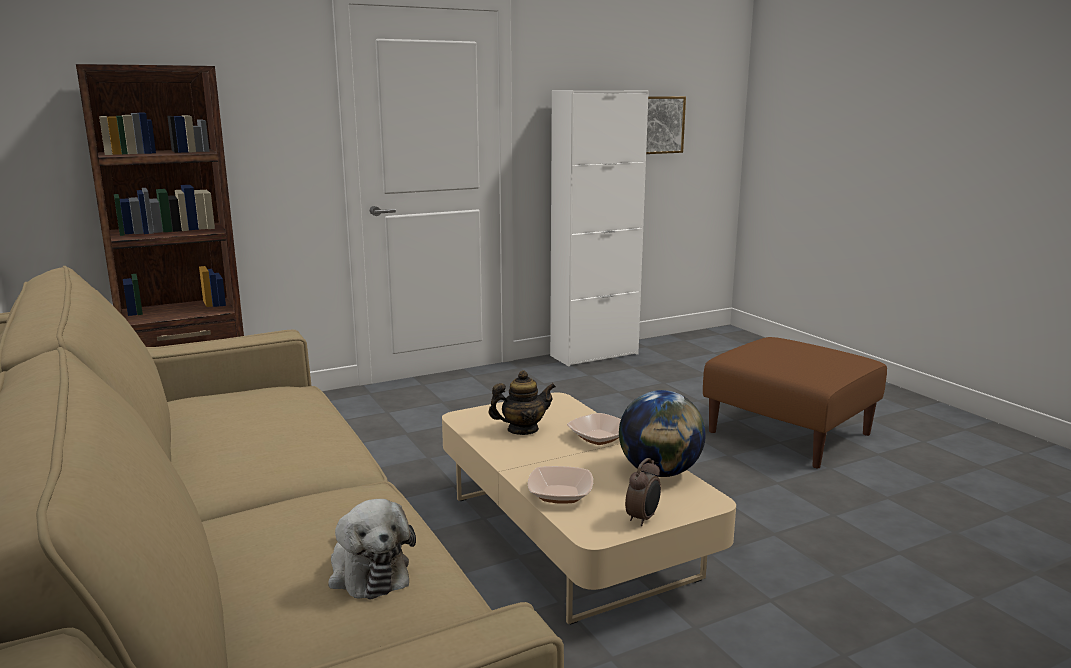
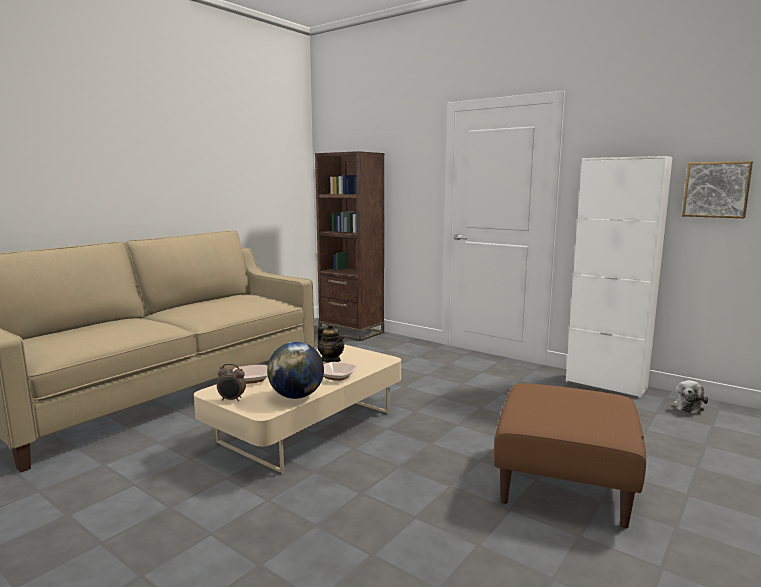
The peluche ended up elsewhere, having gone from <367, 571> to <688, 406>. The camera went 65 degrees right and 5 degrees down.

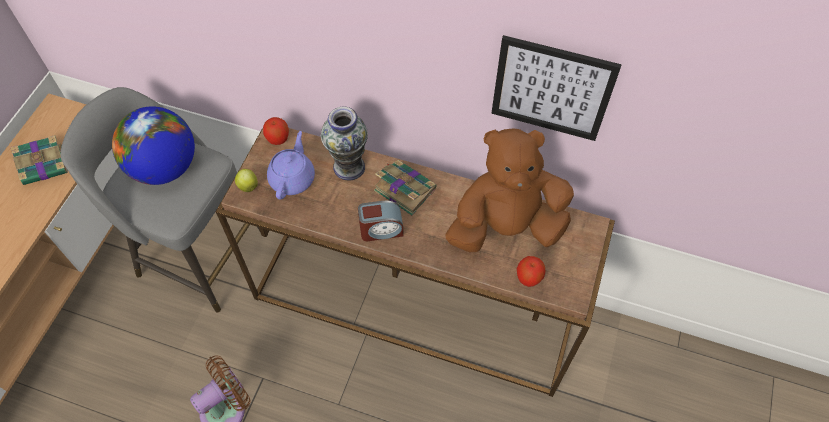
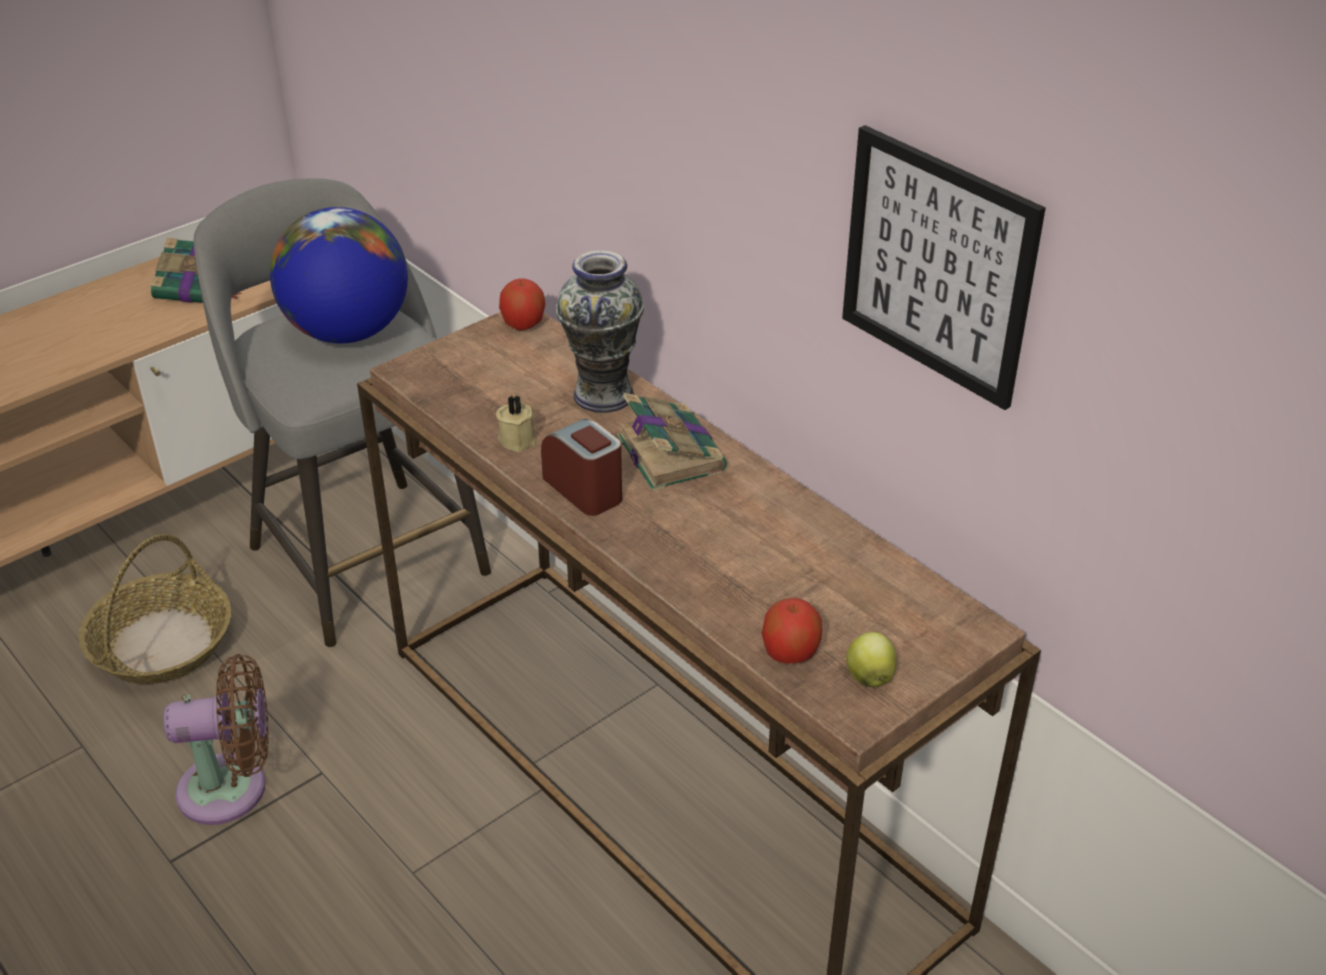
The second view gained the cesta at <162, 643>. The second view gained the vela/beis at <518, 439>. The despertador at <381, 229> ended up facing another way, 150 degrees counterclockwise from before. The manzana ended up elsewhere, having gone from <248, 186> to <869, 676>. The second view lost the tetera/morado at <293, 178>. The second view lost the peluche/marrón at <506, 227>. The camera went 30 degrees right and 20 degrees down.

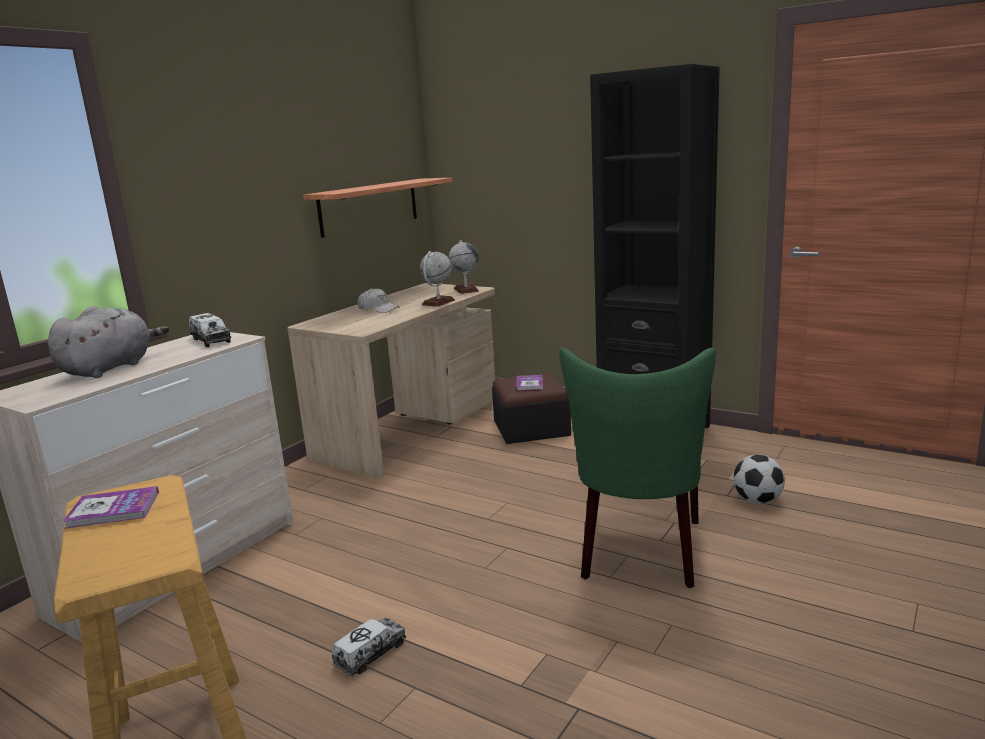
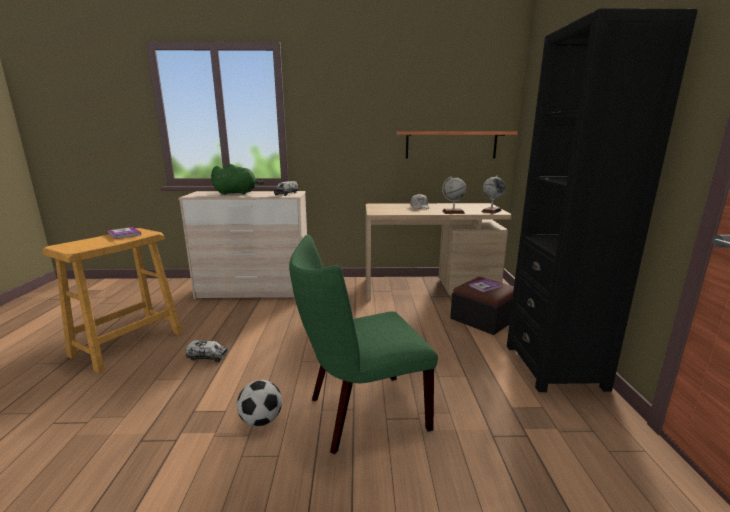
What was the peluche/gris at <110, 368> turned into the peluche/verde at <237, 193>. The balón de fútbol ended up elsewhere, having gone from <757, 500> to <261, 420>. The camera went 55 degrees right and 0 degrees up.

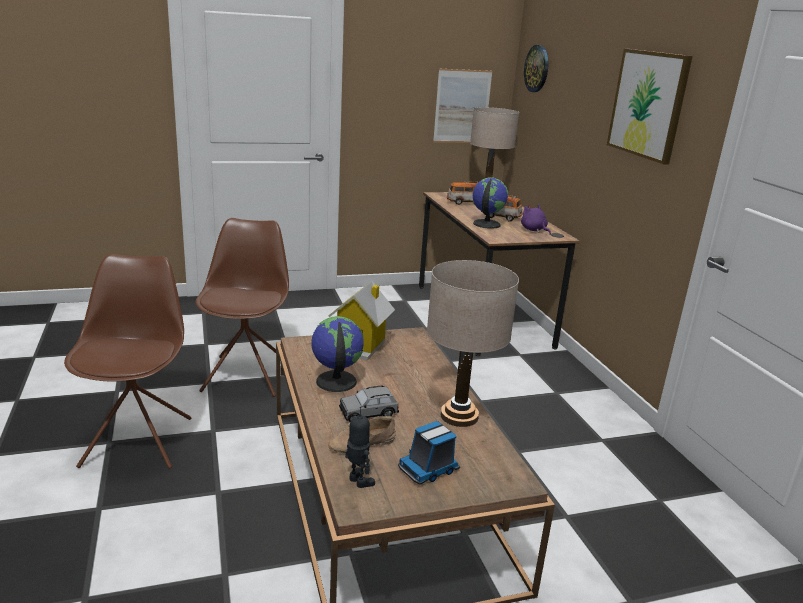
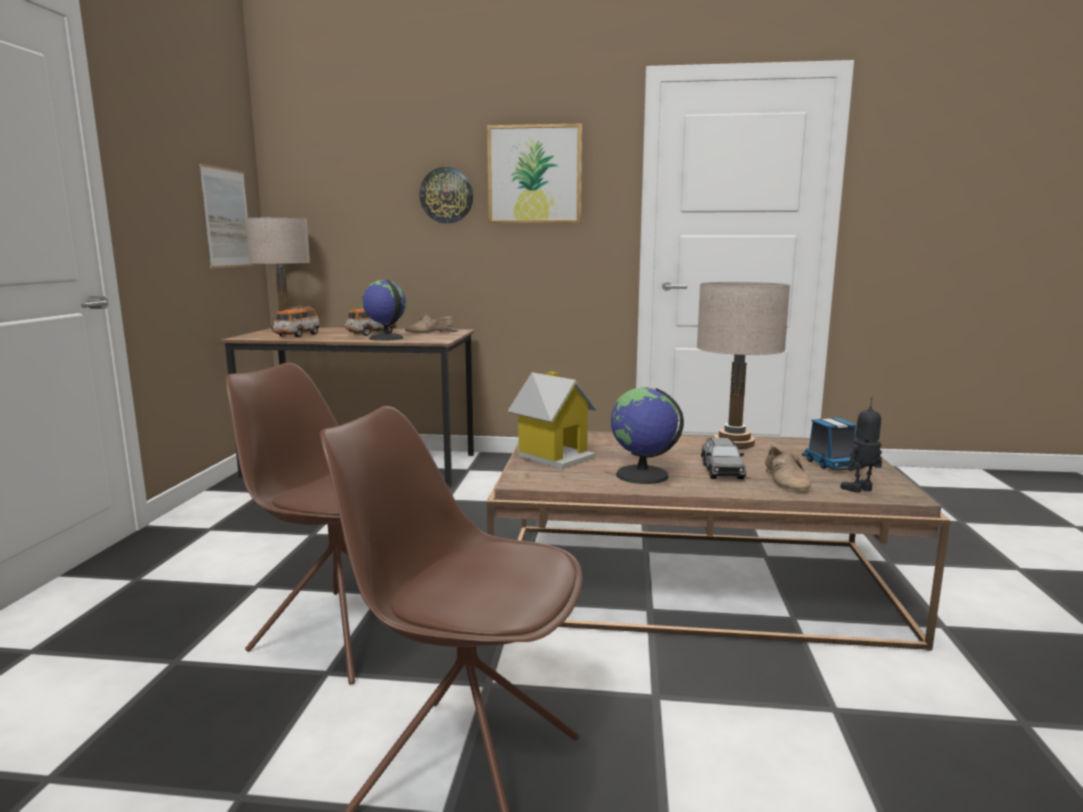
Where the peluche/morado stood at <534, 230>, the zapato/beis came to stand at <429, 332>. The reloj de pared ended up elsewhere, having gone from <537, 68> to <446, 195>. The camera went 65 degrees left and 10 degrees down.

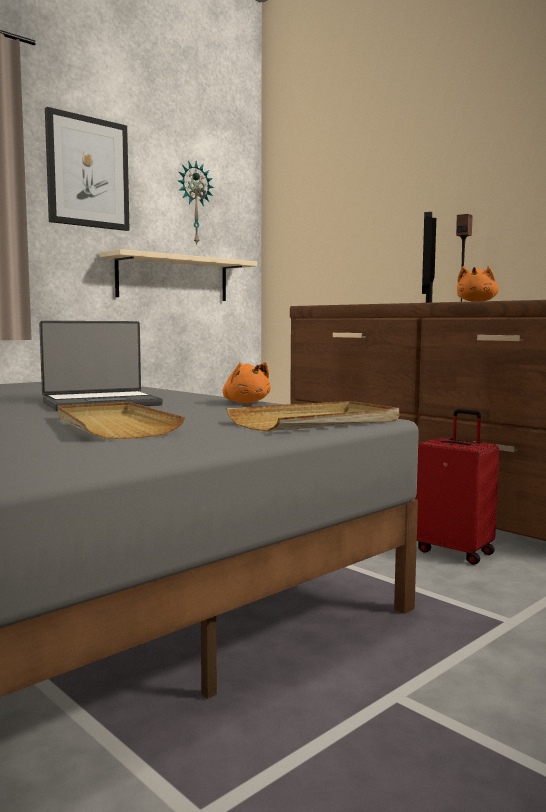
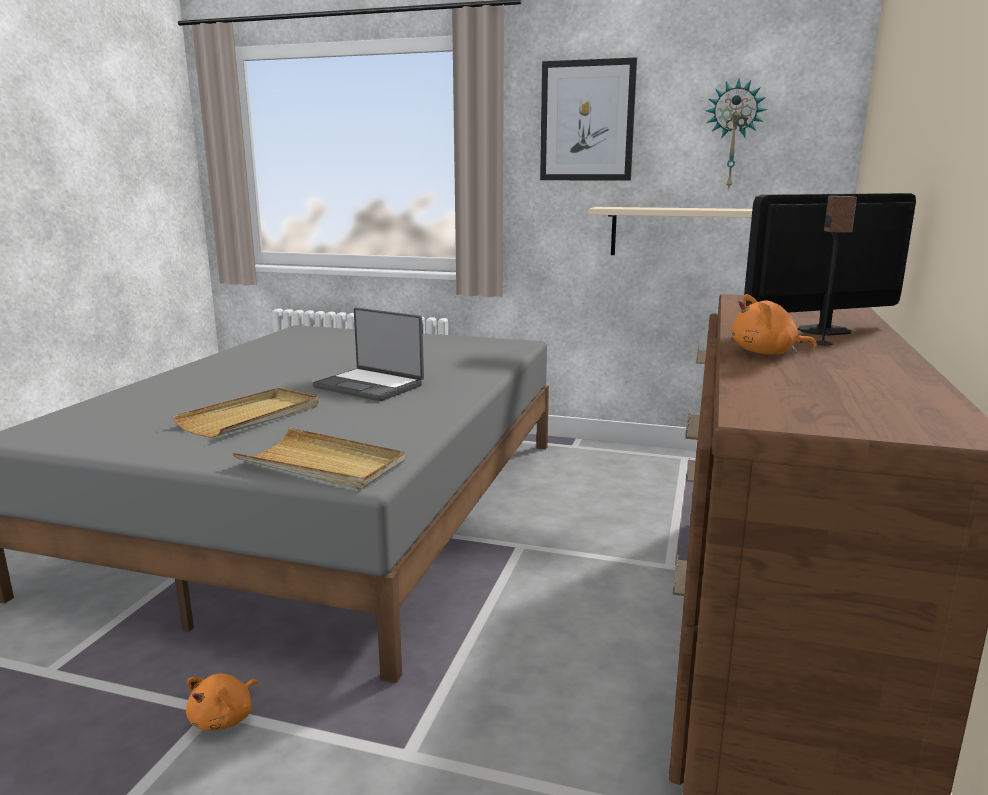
The peluche/naranja ended up elsewhere, having gone from <245, 402> to <225, 718>. The second view lost the maleta/rojo at <455, 551>. The camera went 60 degrees right and 10 degrees up.

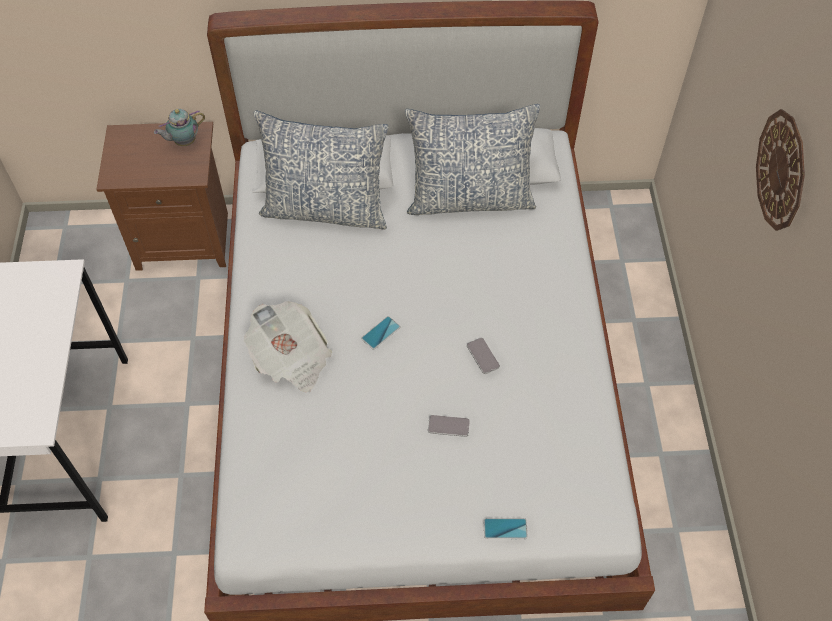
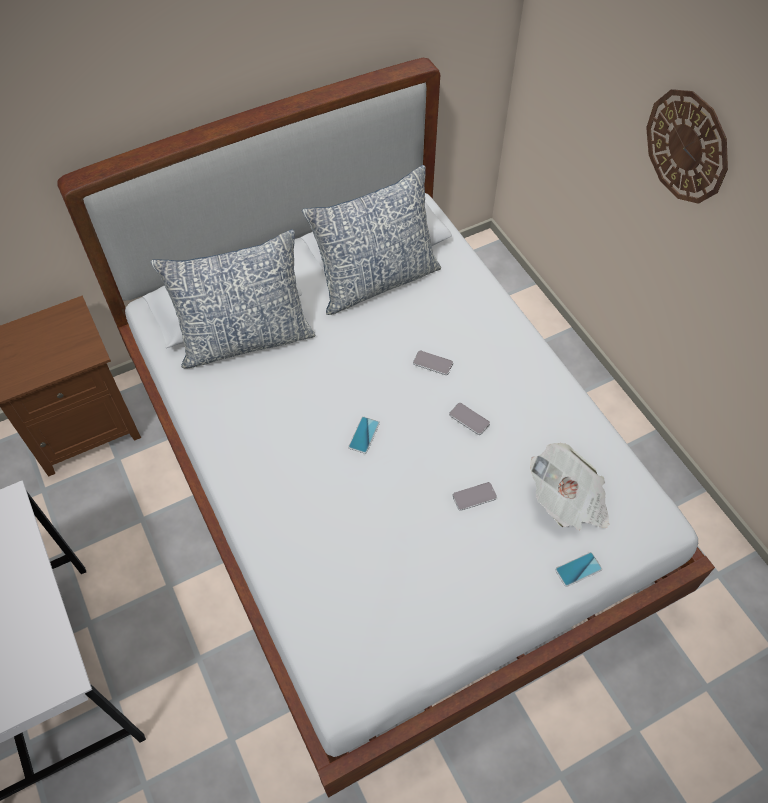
The second view gained the móvil at <433, 363>. The periódico ended up elsewhere, having gone from <291, 358> to <568, 500>. The second view lost the tetera at <183, 142>. The camera went 25 degrees left and 0 degrees up.

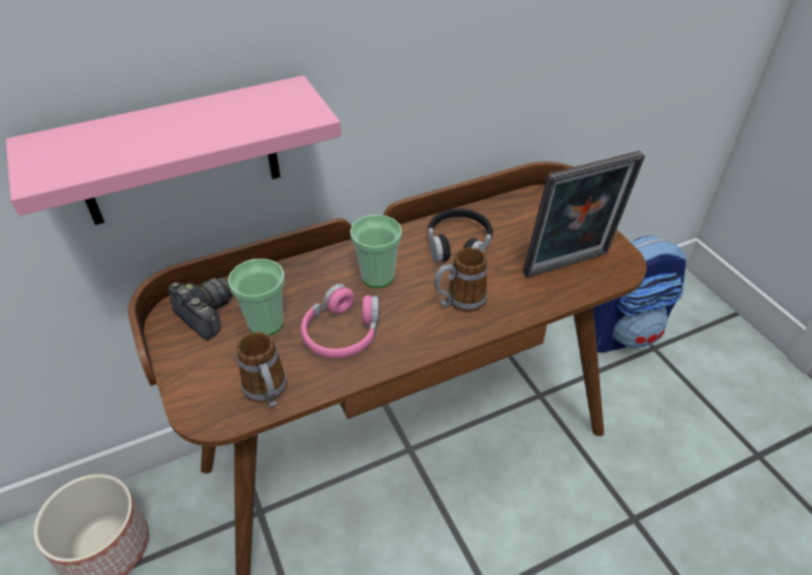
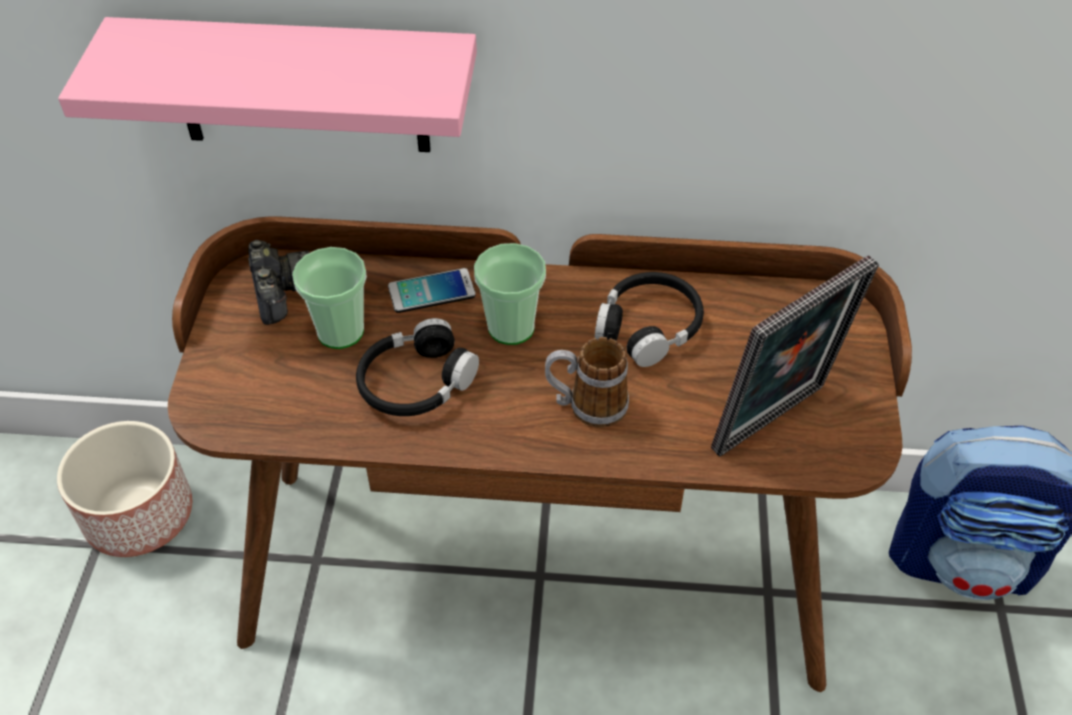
What was the auriculares/rosa at <342, 332> turned into the auriculares/negro at <416, 383>. The second view gained the móvil at <431, 291>. The portarretratos at <568, 267> ended up facing another way, 45 degrees counterclockwise from before. The second view lost the taza grande at <268, 393>. The camera went 30 degrees right and 5 degrees up.

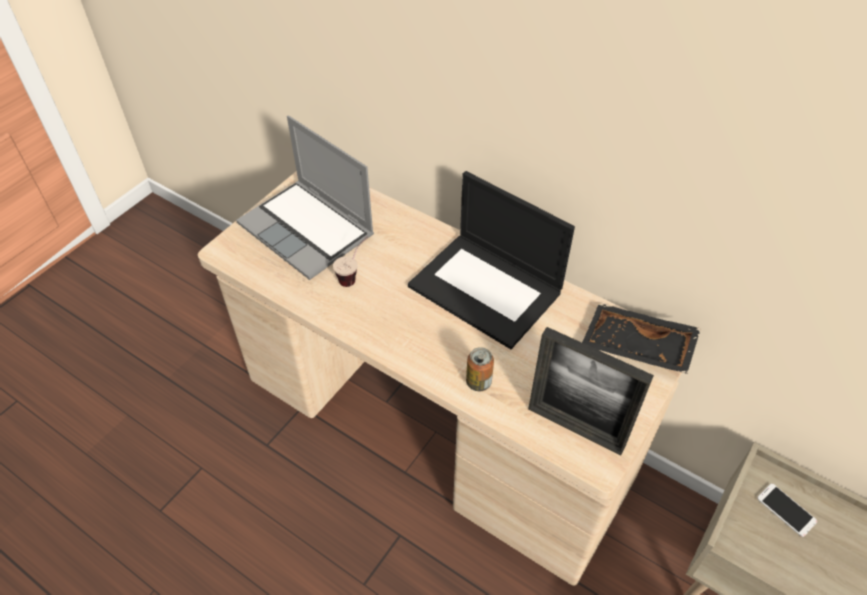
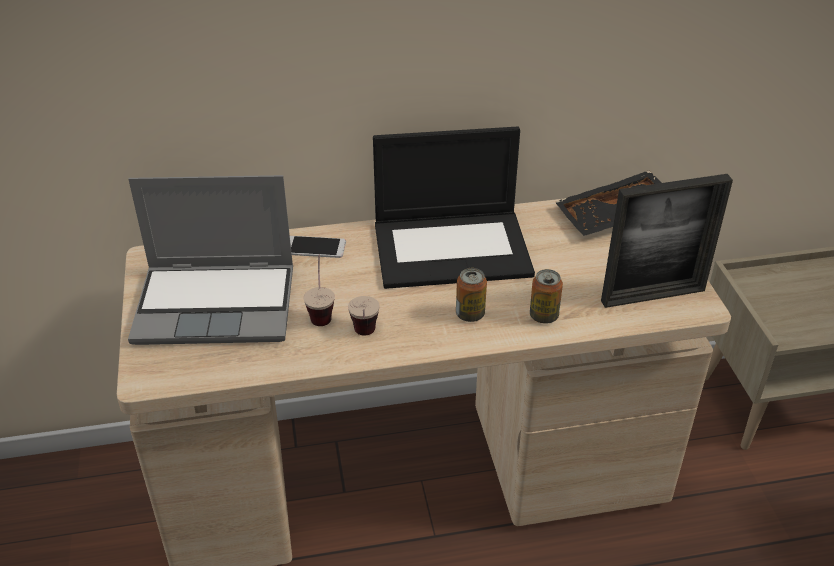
The móvil ended up elsewhere, having gone from <786, 510> to <315, 247>. The second view gained the taza at <365, 337>. The second view gained the lata at <470, 314>. The camera went 45 degrees left and 10 degrees down.

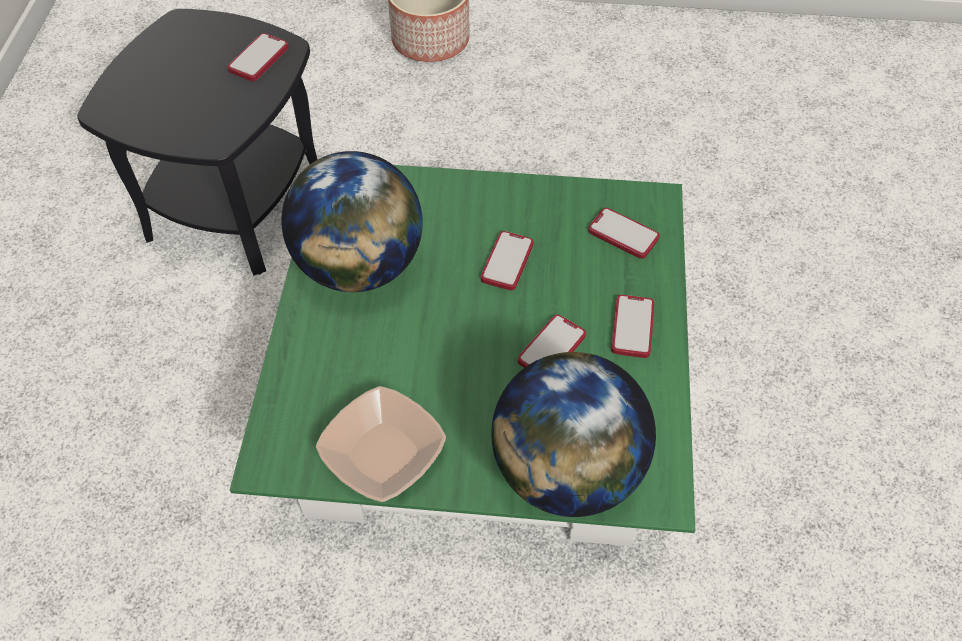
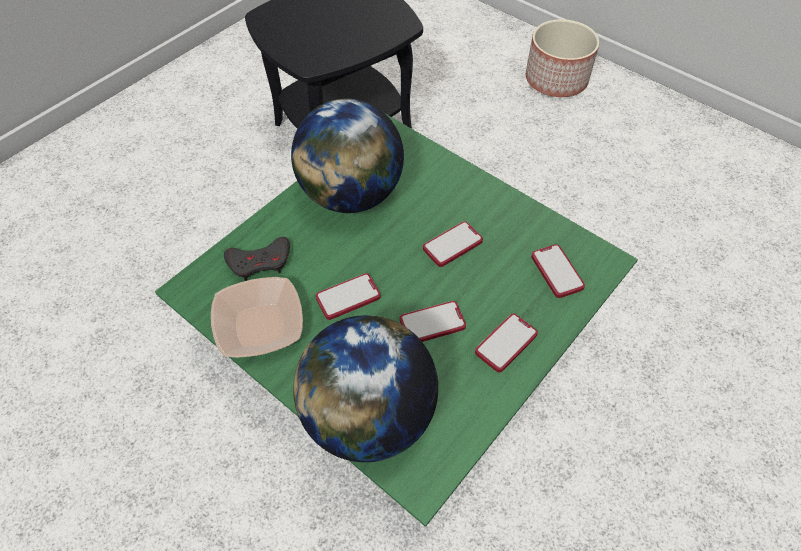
The second view gained the mando de consola/gris at <260, 262>. The móvil ended up elsewhere, having gone from <259, 59> to <348, 297>. The camera went 35 degrees right and 0 degrees up.

